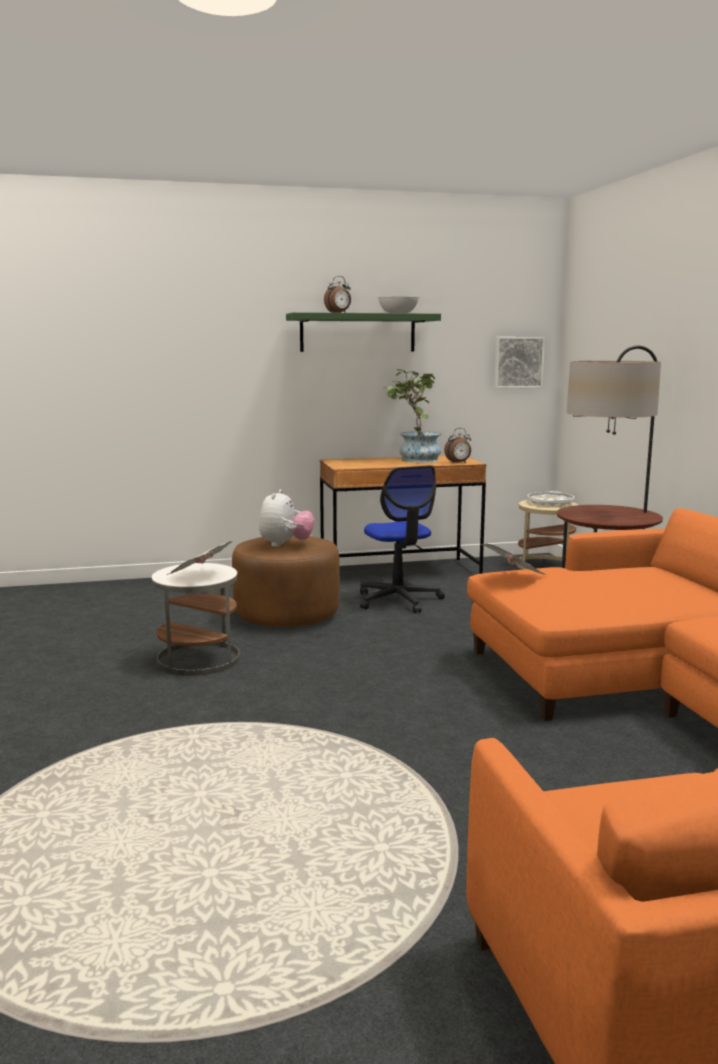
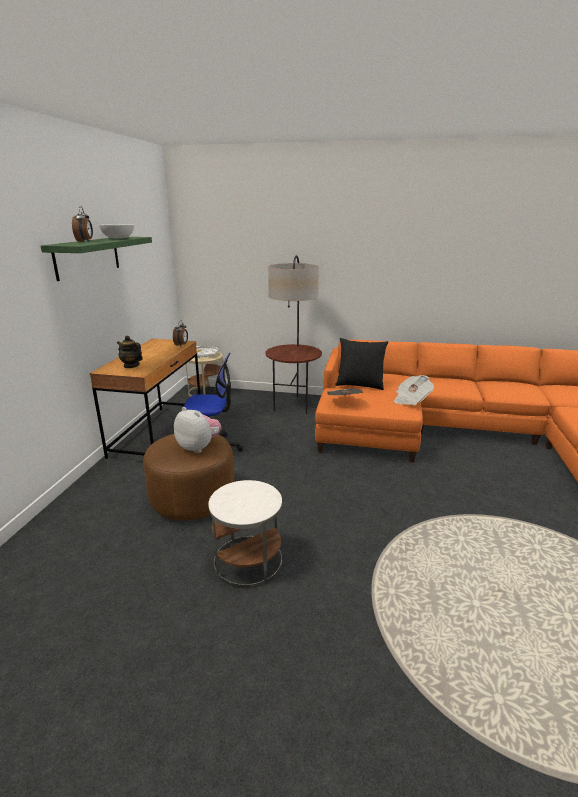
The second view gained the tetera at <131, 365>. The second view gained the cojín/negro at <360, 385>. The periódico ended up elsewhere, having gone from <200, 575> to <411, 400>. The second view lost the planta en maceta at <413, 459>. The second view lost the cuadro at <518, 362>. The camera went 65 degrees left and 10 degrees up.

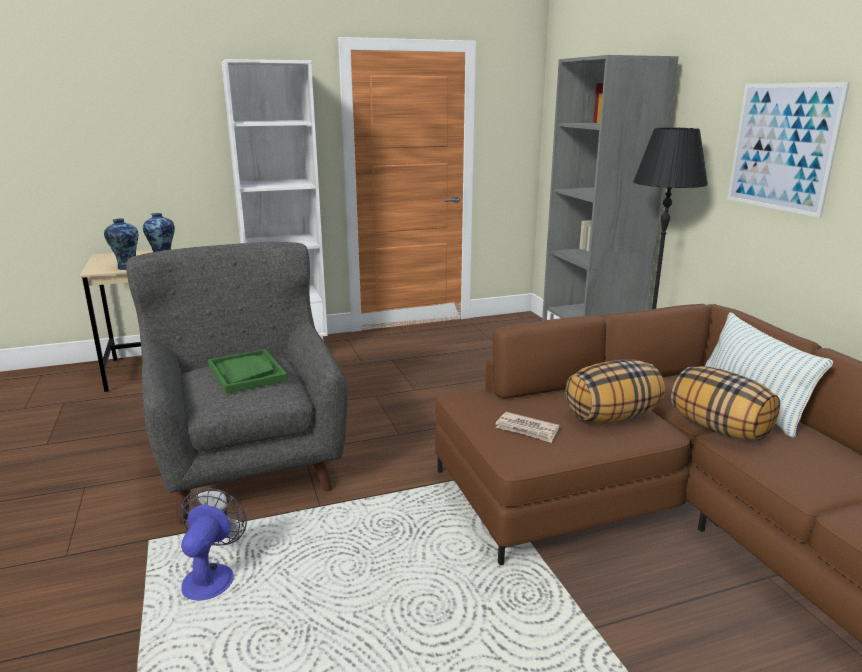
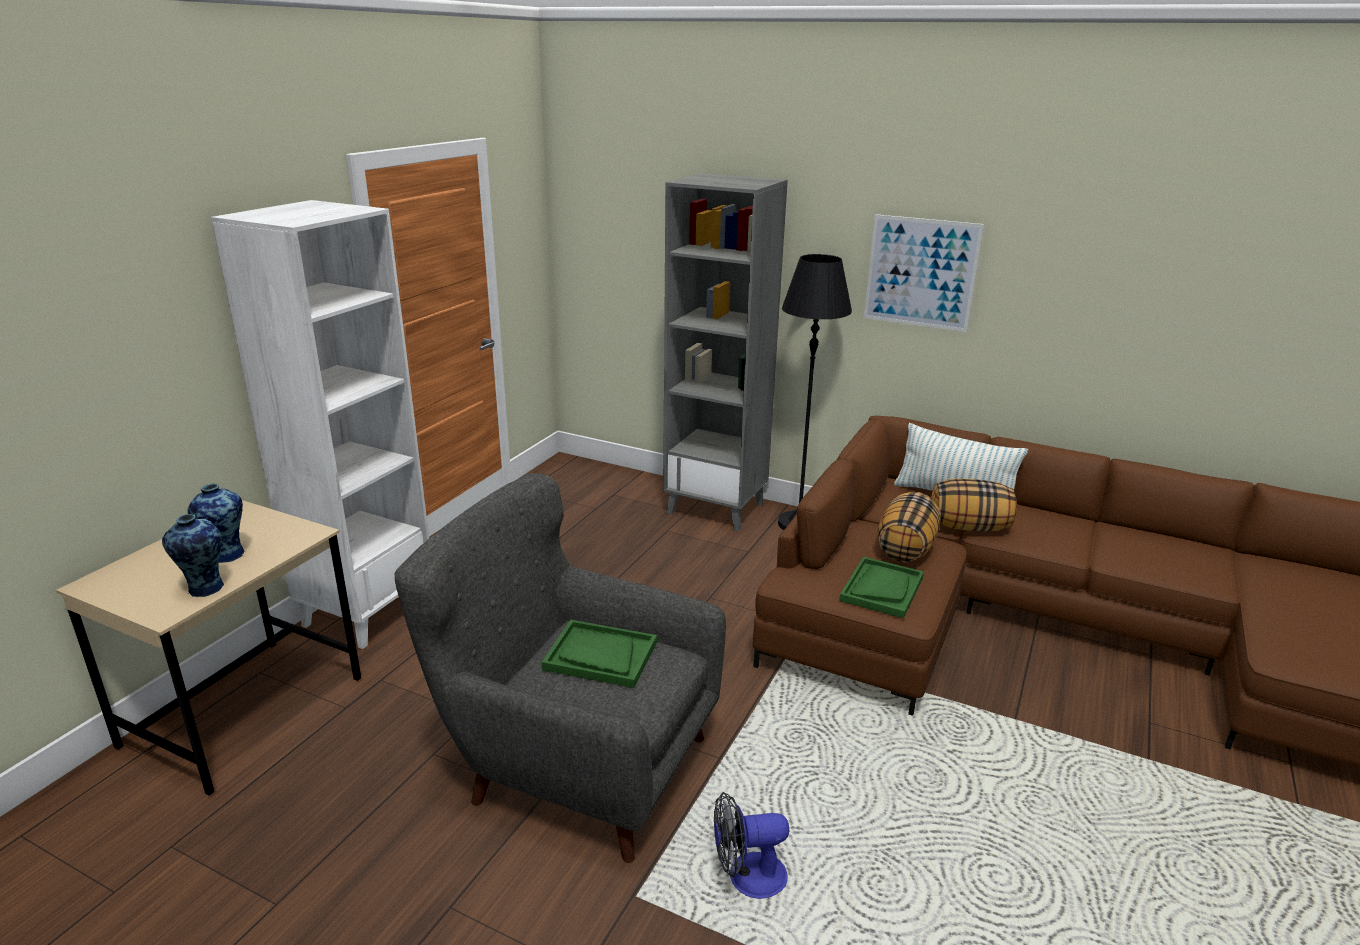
The ventilador at <211, 575> ended up facing another way, 60 degrees counterclockwise from before. Where the periódico stood at <527, 429>, the bandeja/verde came to stand at <881, 589>. The camera went 45 degrees left and 5 degrees up.

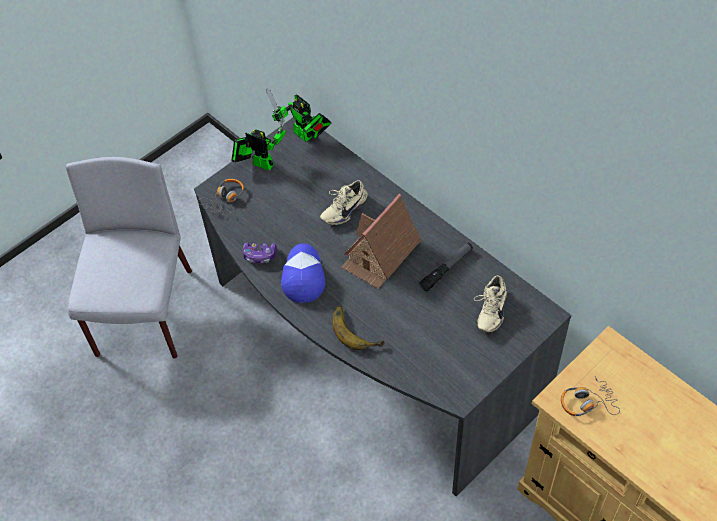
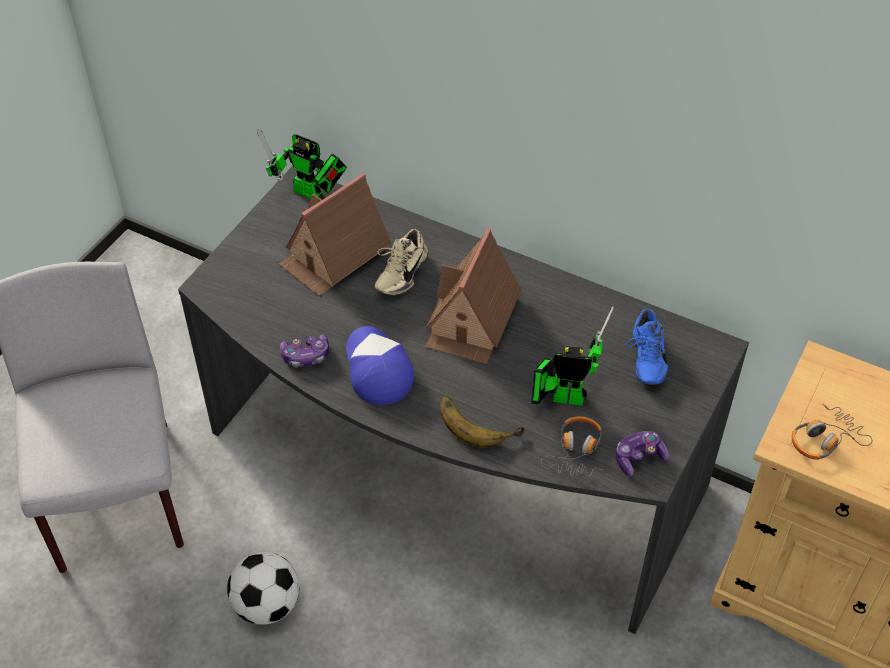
The second view gained the balón de fútbol at <267, 605>. The second view gained the casita at <334, 255>. The robot de juguete ended up elsewhere, having gone from <260, 163> to <562, 397>. The auriculares ended up elsewhere, having gone from <224, 199> to <575, 451>. The second view gained the mando de consola at <638, 458>. What was the zapato/beis at <489, 311> turned into the zapato/azul at <644, 359>. The second view lost the linterna at <446, 269>. The camera went 20 degrees left and 5 degrees down.

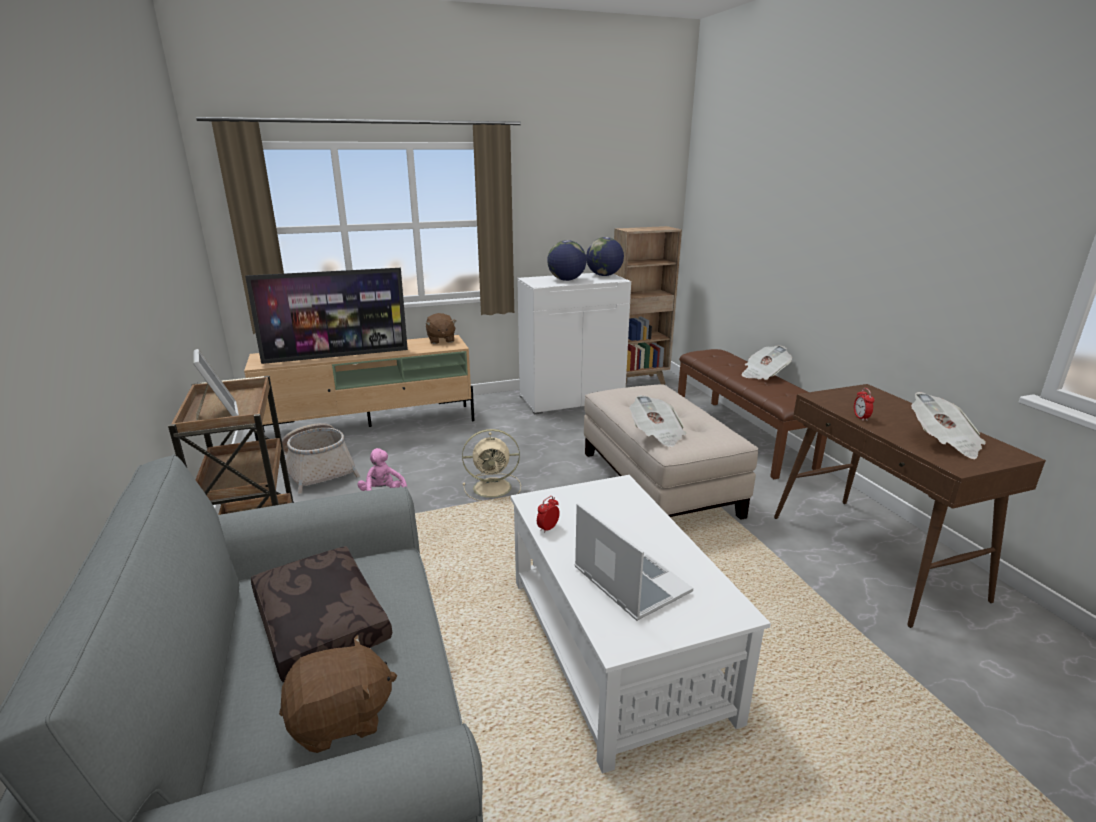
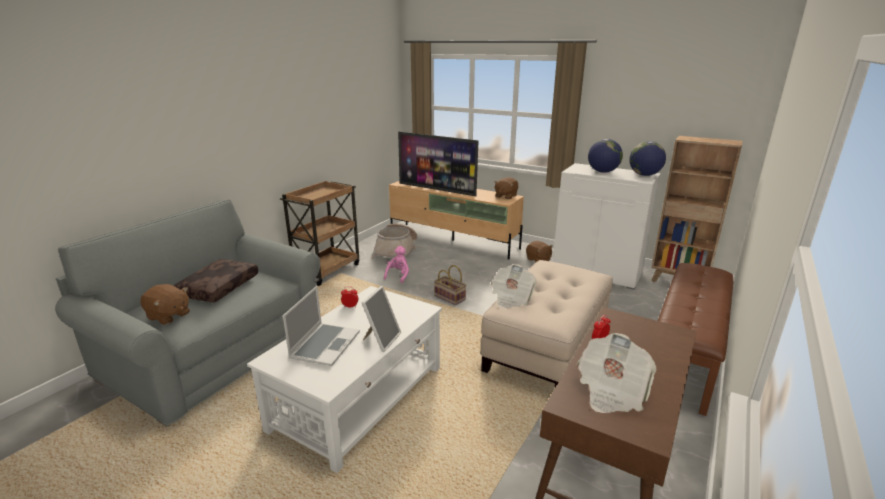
The portarretratos ended up elsewhere, having gone from <219, 414> to <381, 339>. Where the ventilador/beis stood at <494, 487>, the cesta came to stand at <451, 298>. The second view gained the peluche/marrón at <538, 260>. The second view lost the periódico at <763, 374>. The camera went 50 degrees right and 0 degrees up.

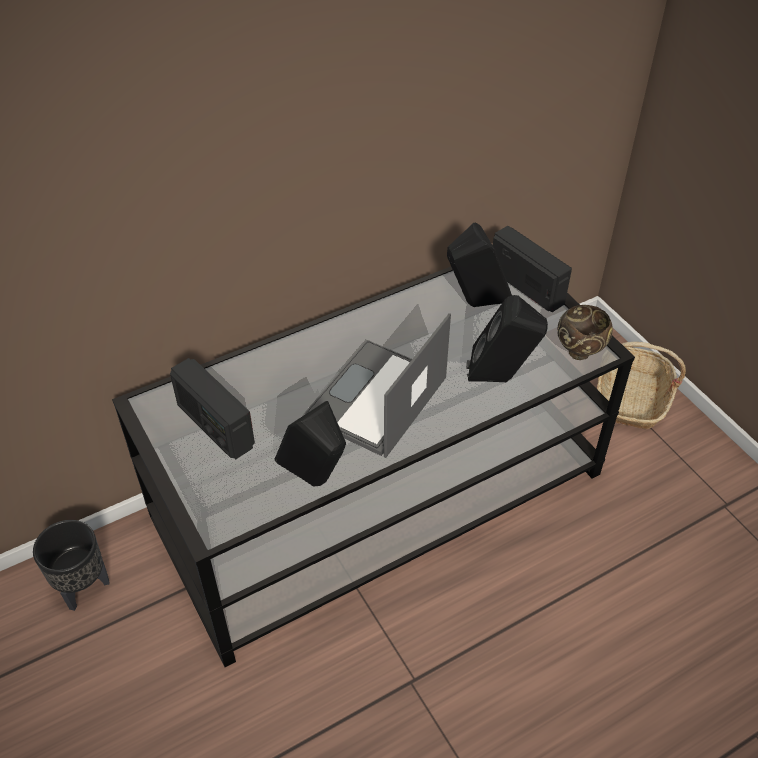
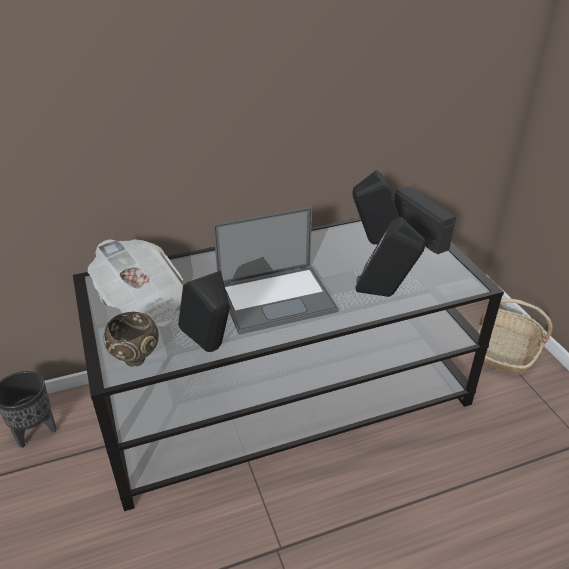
Where the radio stood at <214, 425>, the periódico came to stand at <143, 301>. The cuenco/marrón ended up elsewhere, having gone from <580, 352> to <137, 359>. The portátil at <376, 399> ended up facing another way, 150 degrees counterclockwise from before. The camera went 10 degrees right and 10 degrees down.

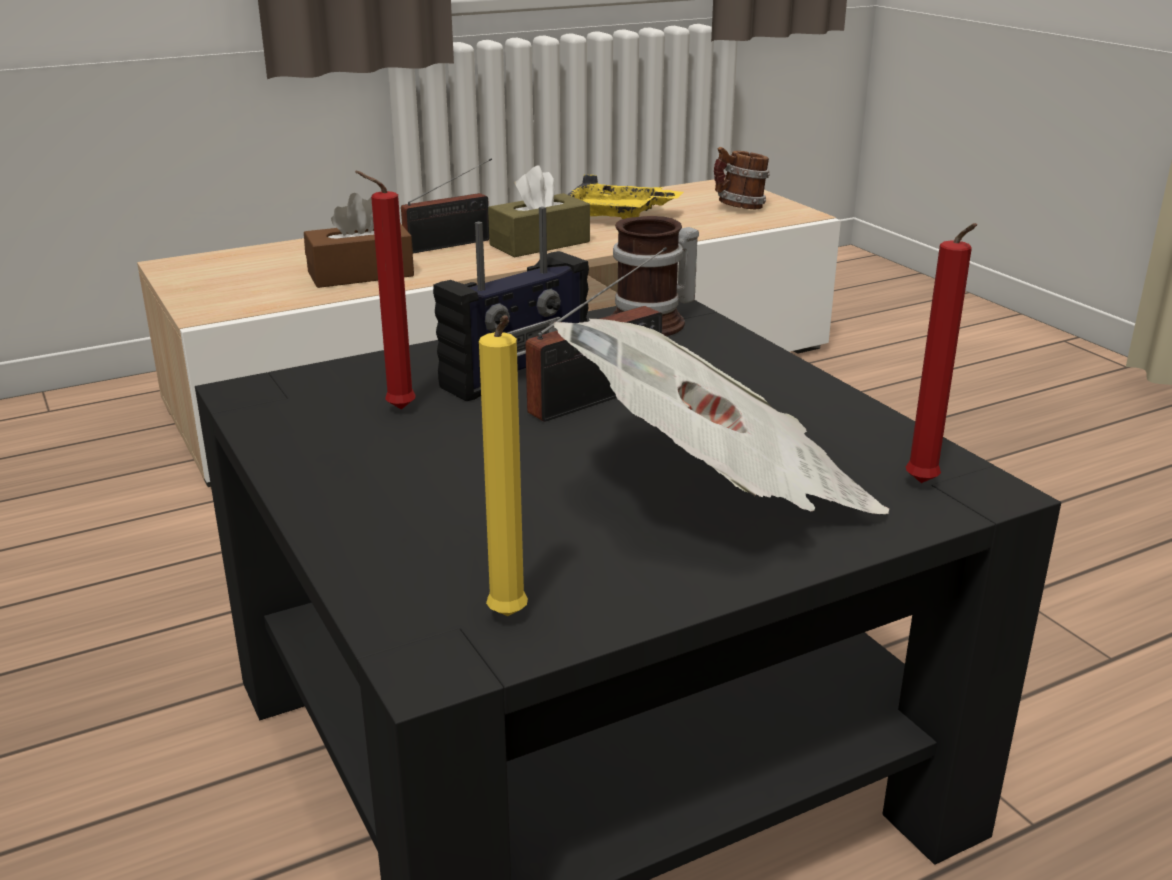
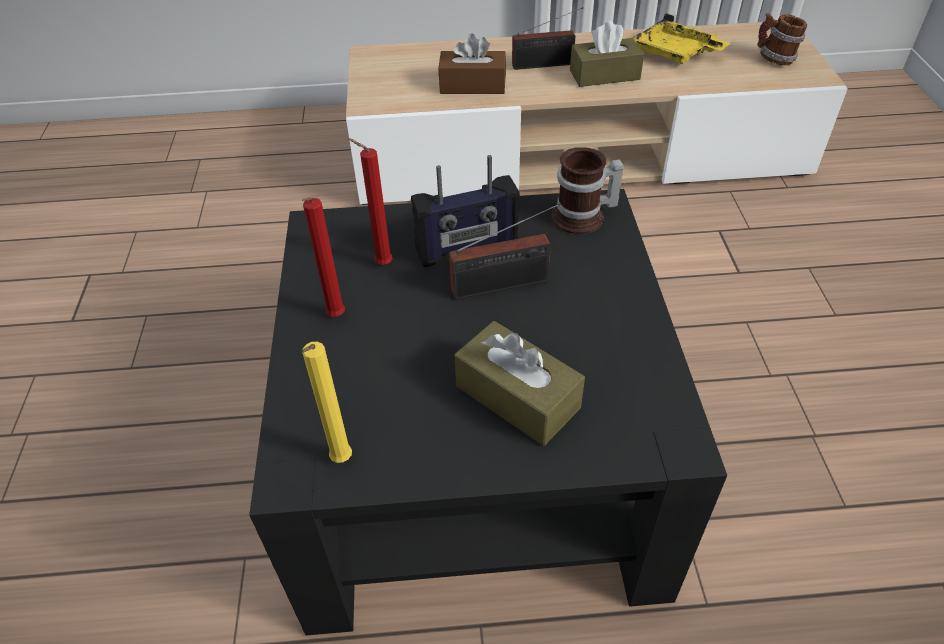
The vela/rojo ended up elsewhere, having gone from <923, 486> to <335, 317>. Where the periódico stood at <721, 493>, the caja de pañuelos/marrón came to stand at <517, 397>. The camera went 25 degrees right and 20 degrees up.

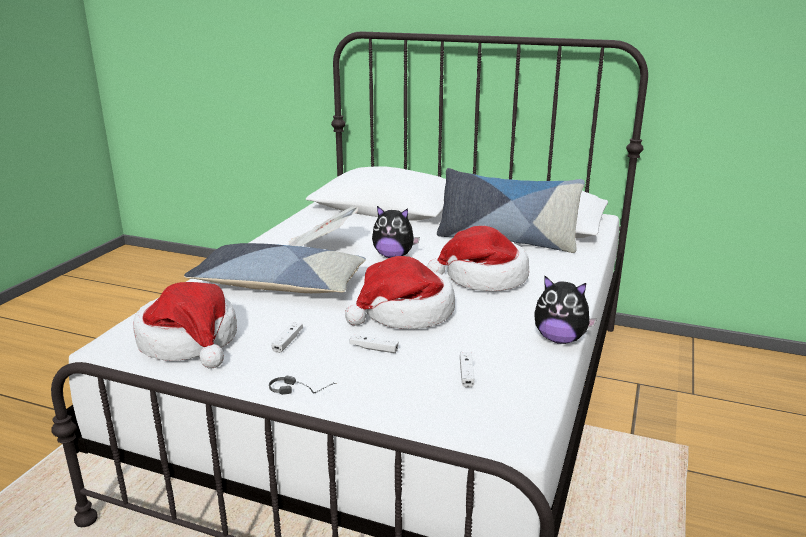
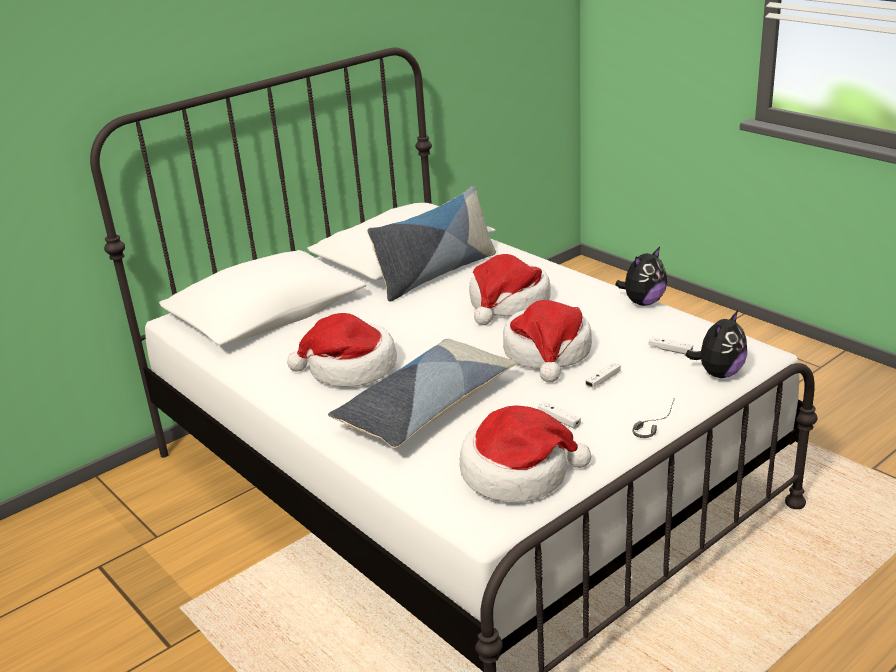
Where the periódico stood at <321, 248>, the sombrero came to stand at <350, 368>. The peluche ended up elsewhere, having gone from <393, 256> to <719, 373>. The camera went 60 degrees left and 5 degrees up.

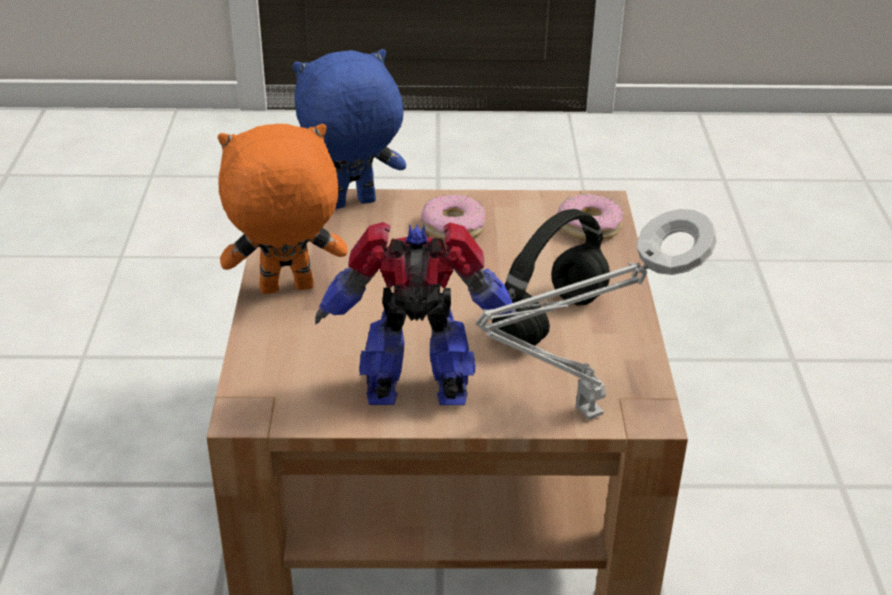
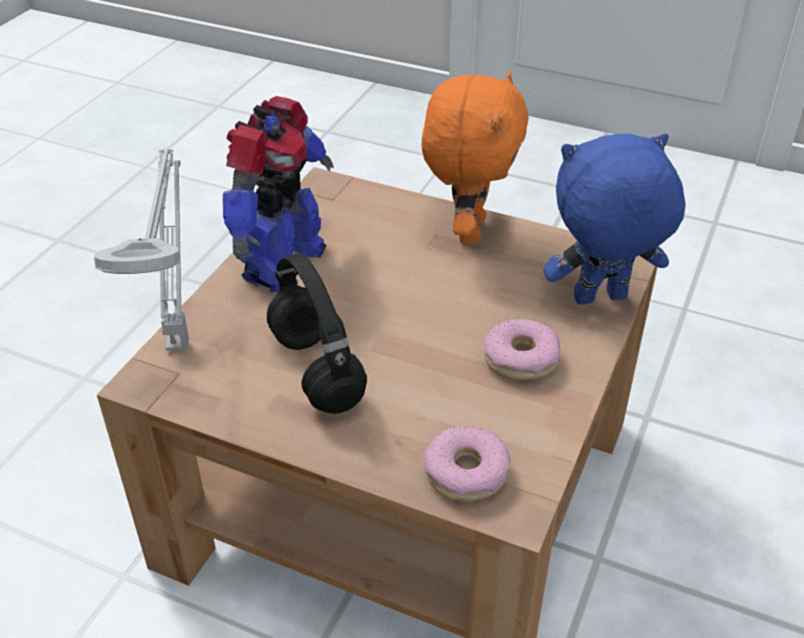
The peluche/azul at <351, 205> ended up facing another way, 105 degrees counterclockwise from before. The camera went 115 degrees right and 5 degrees up.

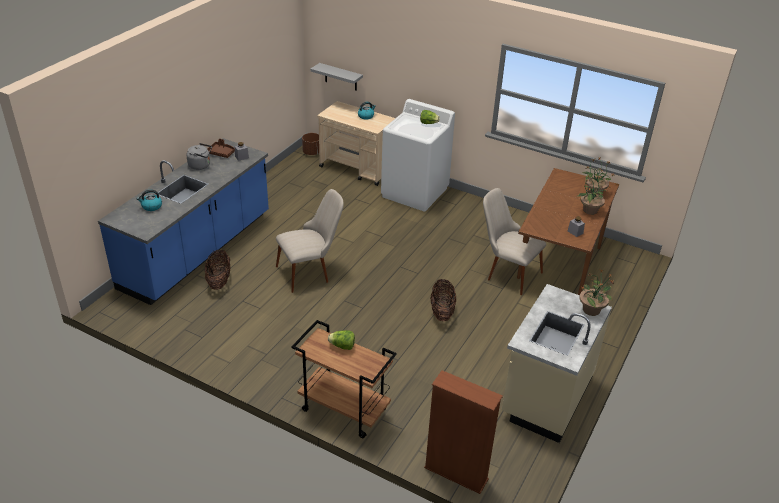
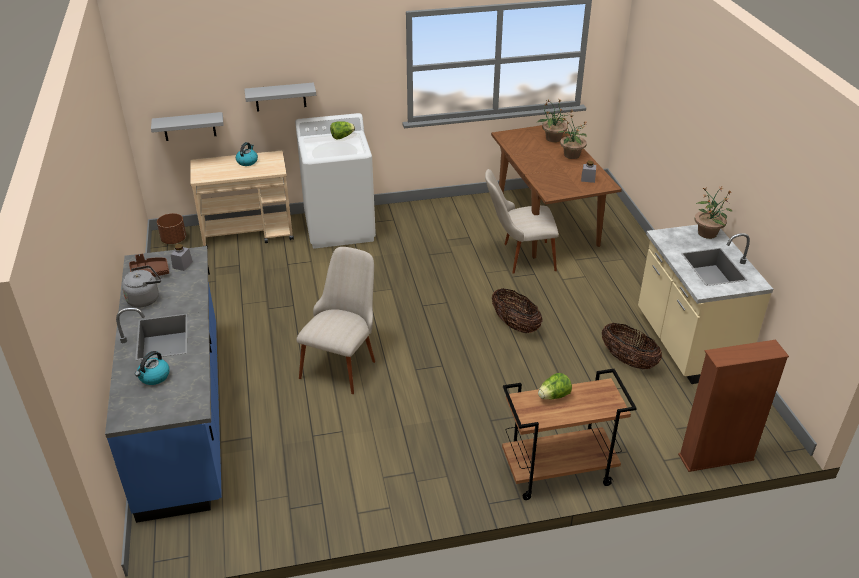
The second view gained the estante/gris at <280, 97>. The cesta ended up elsewhere, having gone from <219, 281> to <628, 360>. The camera went 40 degrees left and 0 degrees up.

